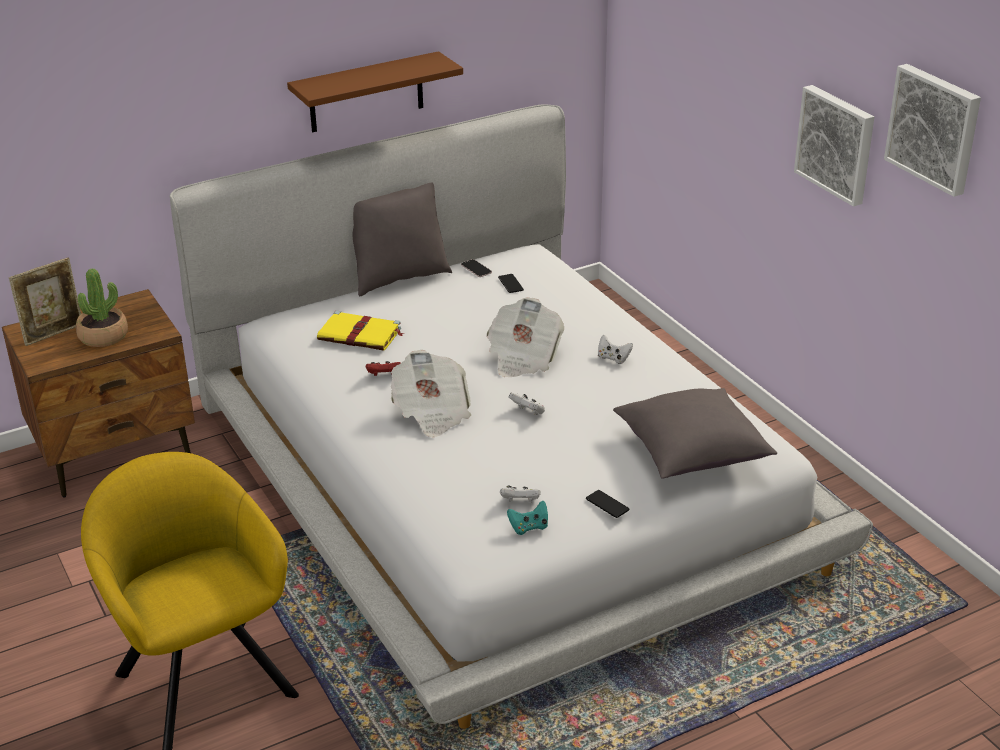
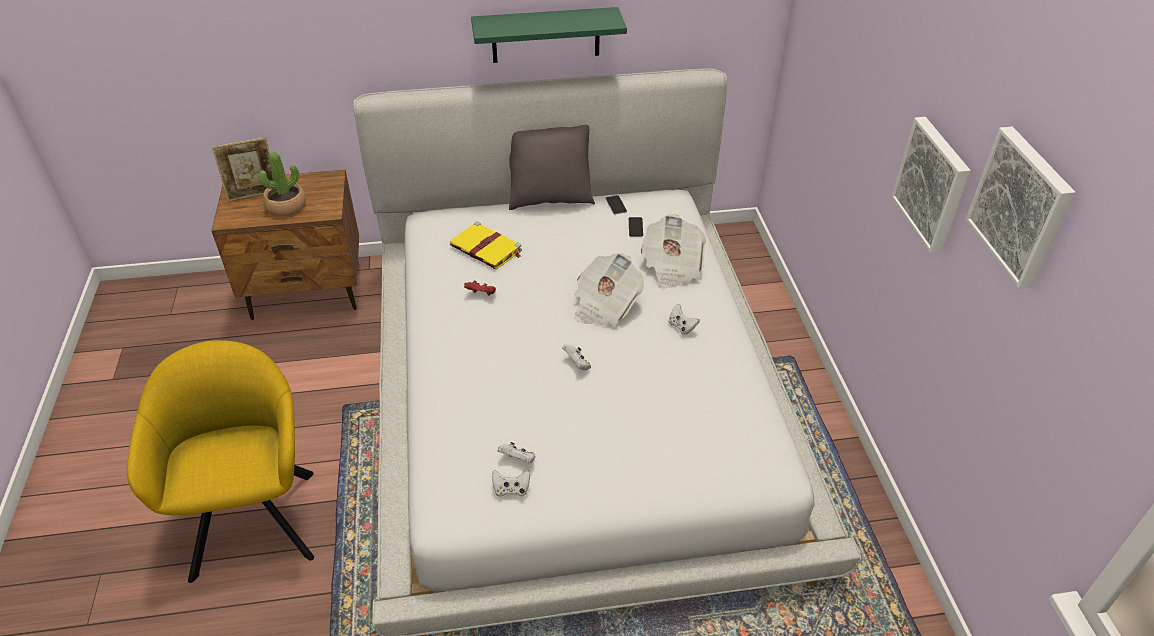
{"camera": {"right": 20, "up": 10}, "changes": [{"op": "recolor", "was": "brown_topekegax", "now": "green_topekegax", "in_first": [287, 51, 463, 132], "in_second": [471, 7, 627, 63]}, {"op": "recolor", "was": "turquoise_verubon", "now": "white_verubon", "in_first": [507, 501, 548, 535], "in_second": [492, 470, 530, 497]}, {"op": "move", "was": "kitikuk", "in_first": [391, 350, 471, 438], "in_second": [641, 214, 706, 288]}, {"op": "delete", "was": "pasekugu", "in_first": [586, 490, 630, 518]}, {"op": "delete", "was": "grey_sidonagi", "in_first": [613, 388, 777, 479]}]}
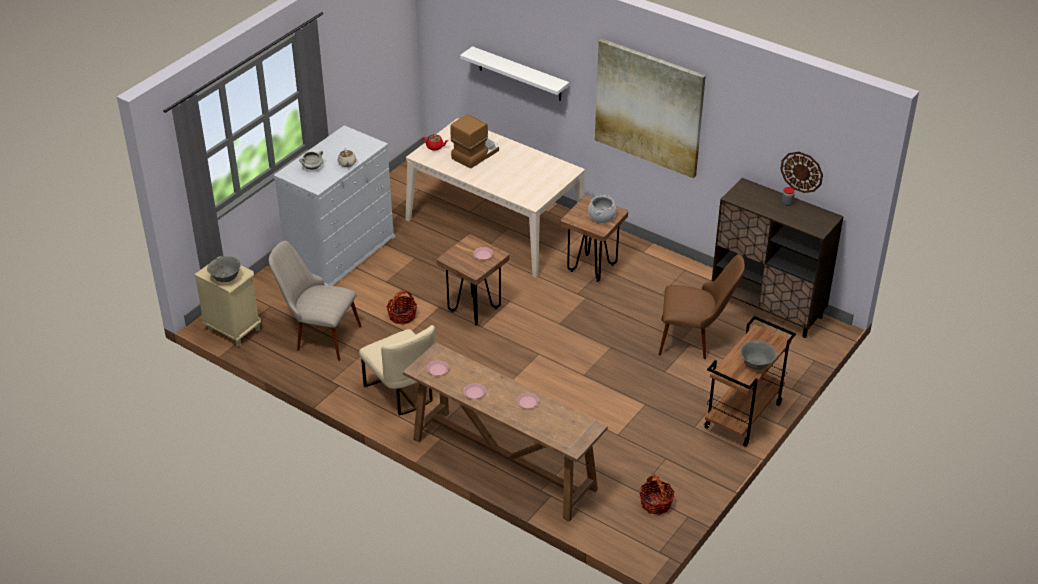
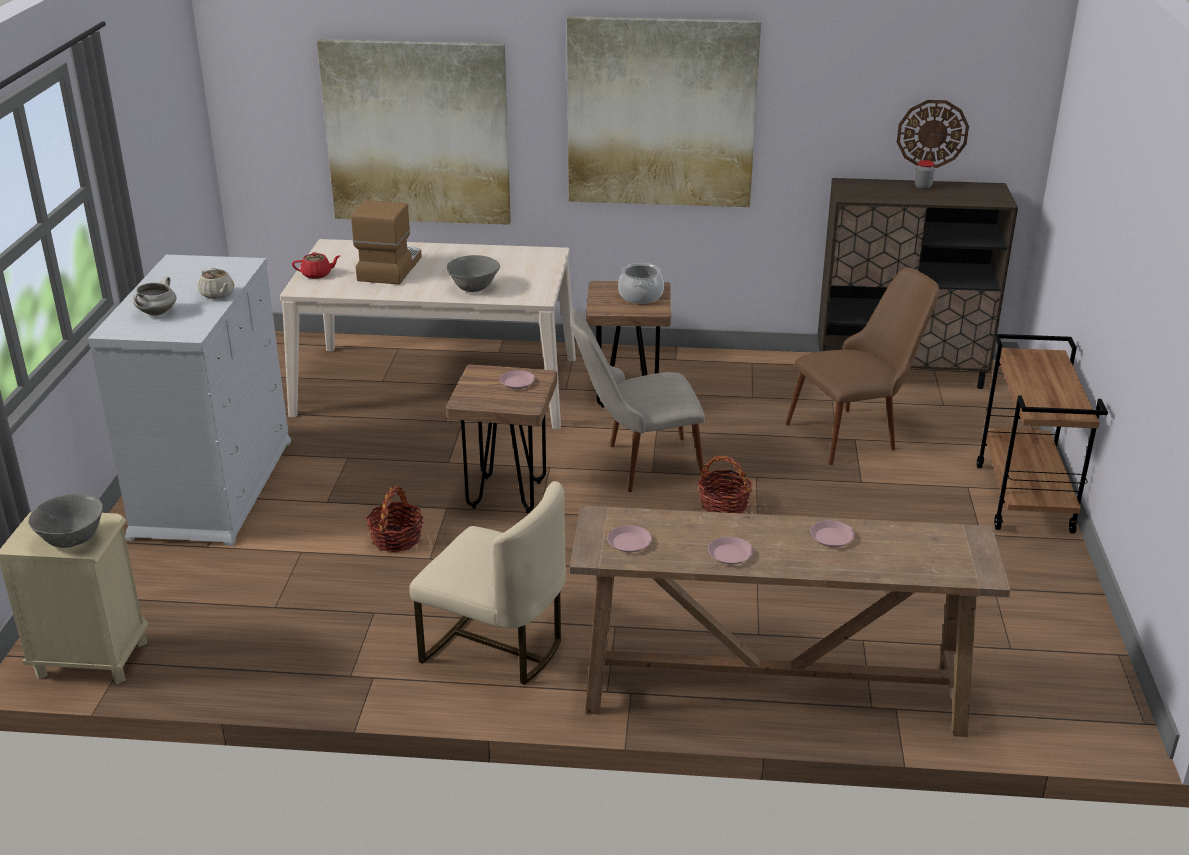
{"camera": {"right": -30, "up": -10}, "changes": [{"op": "replace", "was": "white_topekegax", "now": "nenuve", "in_first": [460, 46, 569, 101], "in_second": [317, 39, 511, 225]}, {"op": "move", "was": "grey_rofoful", "in_first": [740, 340, 777, 370], "in_second": [446, 255, 500, 292]}, {"op": "move", "was": "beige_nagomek", "in_first": [269, 241, 362, 361], "in_second": [570, 309, 705, 492]}, {"op": "move", "was": "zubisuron", "in_first": [640, 474, 675, 515], "in_second": [698, 455, 753, 513]}]}
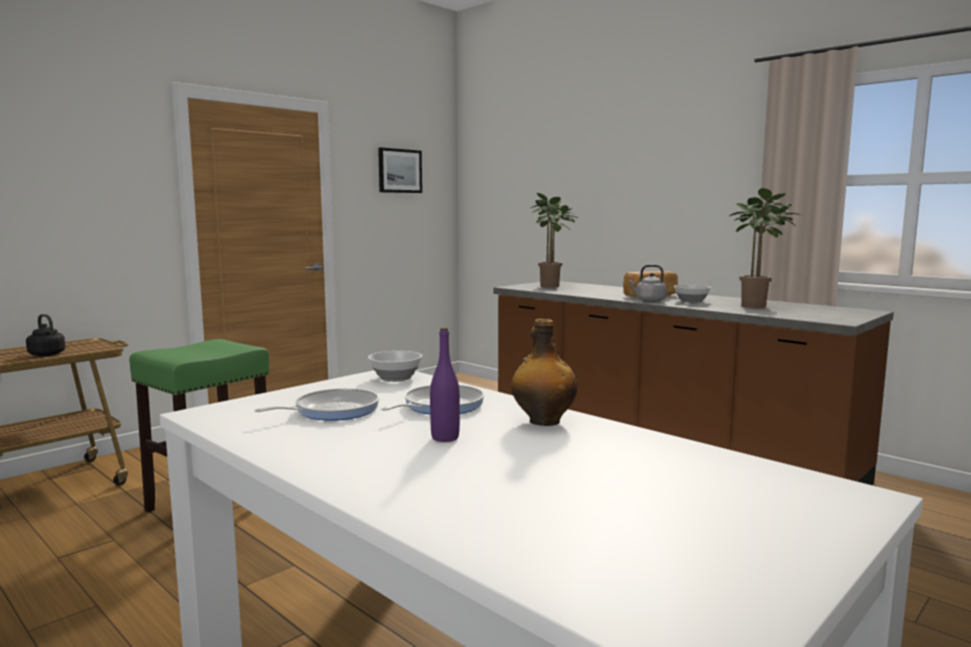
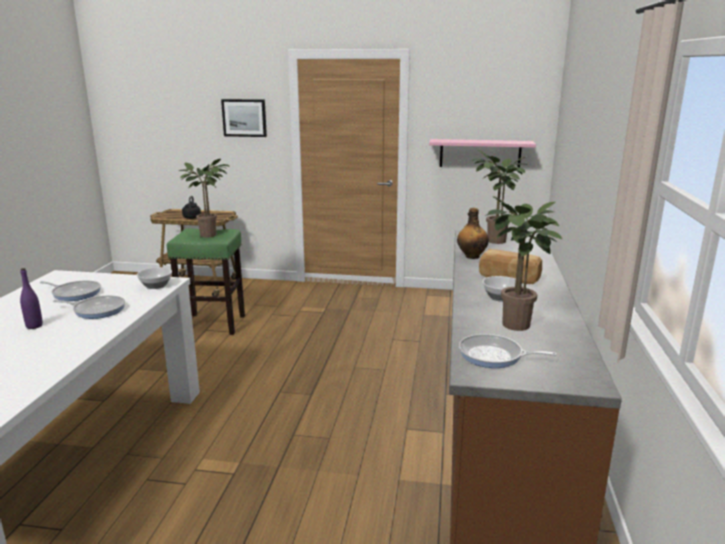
{"camera": {"right": 55, "up": 10}, "changes": [{"op": "insert", "now": "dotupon", "in_second": [179, 159, 229, 237]}, {"op": "move", "was": "nenuve", "in_first": [378, 147, 422, 193], "in_second": [221, 99, 267, 137]}, {"op": "insert", "now": "pink_topekegax", "in_second": [429, 139, 536, 167]}, {"op": "move", "was": "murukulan", "in_first": [511, 319, 578, 426], "in_second": [457, 208, 489, 259]}, {"op": "insert", "now": "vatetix", "in_second": [459, 334, 557, 368]}, {"op": "delete", "was": "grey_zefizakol", "in_first": [629, 265, 666, 302]}]}
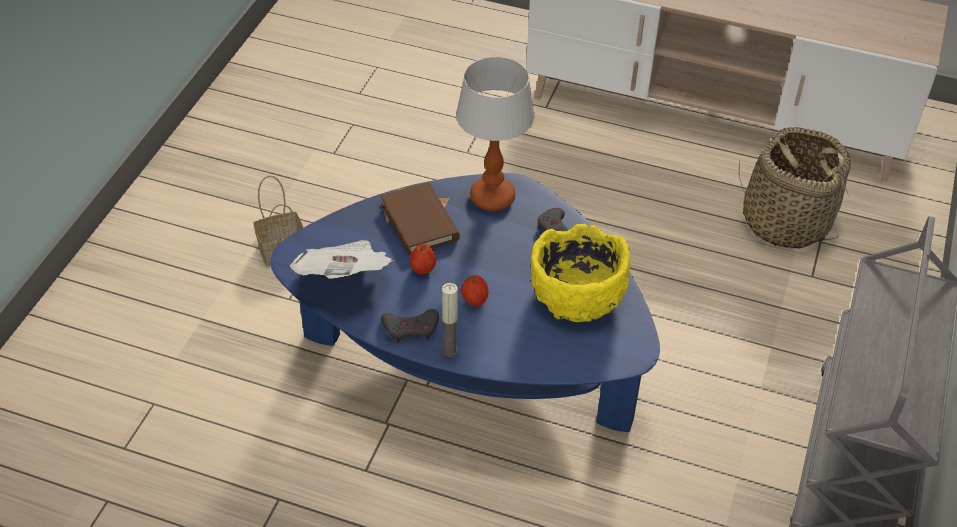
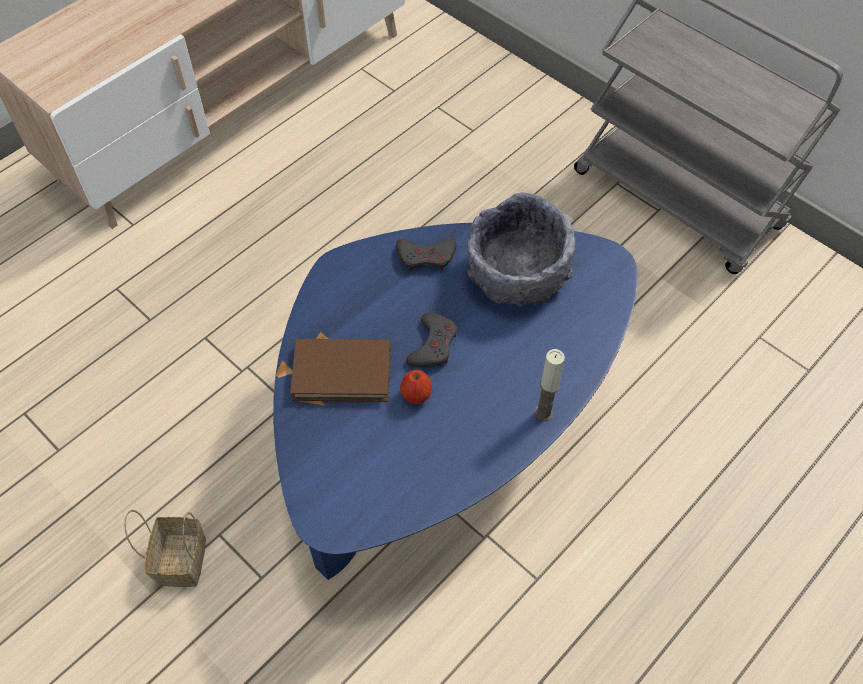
{"camera": {"right": -65, "up": 10}, "changes": [{"op": "move", "was": "grey_verubon", "in_first": [381, 309, 439, 343], "in_second": [406, 313, 457, 367]}, {"op": "recolor", "was": "yellow_rofoful", "now": "grey_rofoful", "in_first": [531, 224, 630, 322], "in_second": [467, 192, 576, 307]}, {"op": "delete", "was": "kitikuk", "in_first": [290, 240, 393, 279]}, {"op": "delete", "was": "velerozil", "in_first": [456, 57, 535, 211]}, {"op": "delete", "was": "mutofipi", "in_first": [461, 275, 488, 306]}, {"op": "delete", "was": "zubisuron", "in_first": [739, 127, 851, 249]}]}
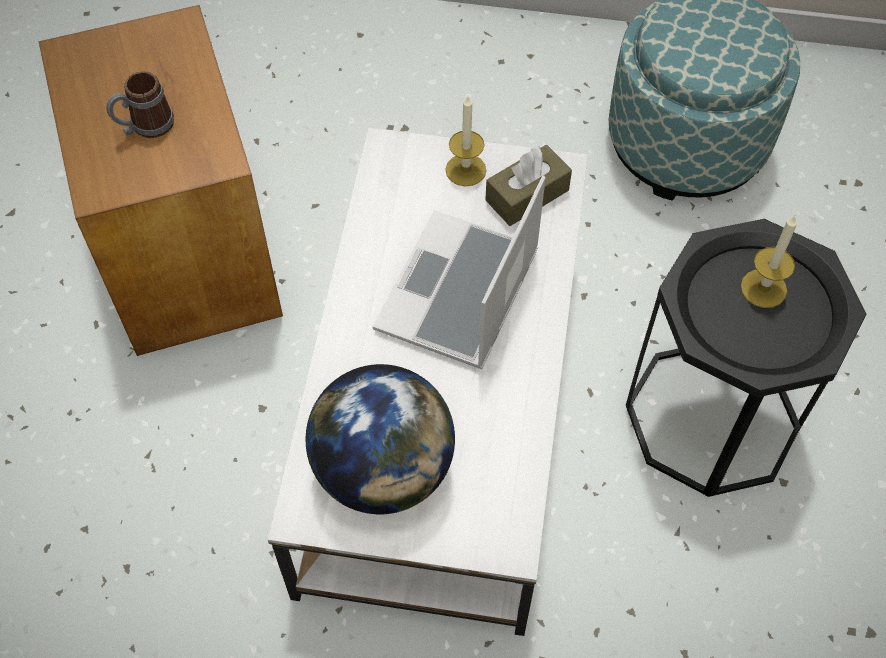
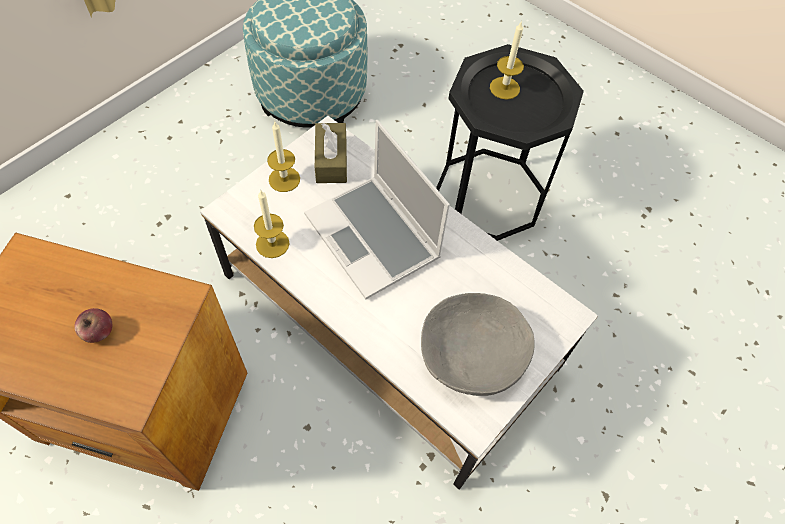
{"camera": {"right": -60, "up": 0}, "changes": [{"op": "replace", "was": "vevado", "now": "mutofipi", "in_first": [106, 71, 174, 138], "in_second": [74, 308, 112, 343]}, {"op": "insert", "now": "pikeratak", "in_second": [254, 189, 290, 258]}, {"op": "replace", "was": "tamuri", "now": "grey_rofoful", "in_first": [305, 364, 455, 514], "in_second": [421, 293, 535, 396]}]}
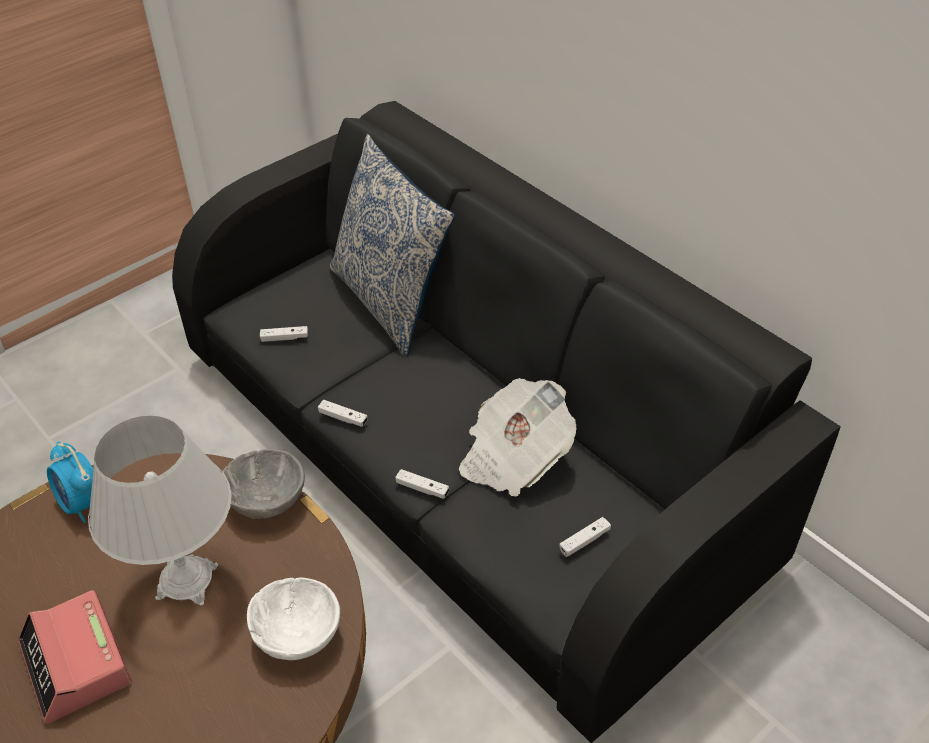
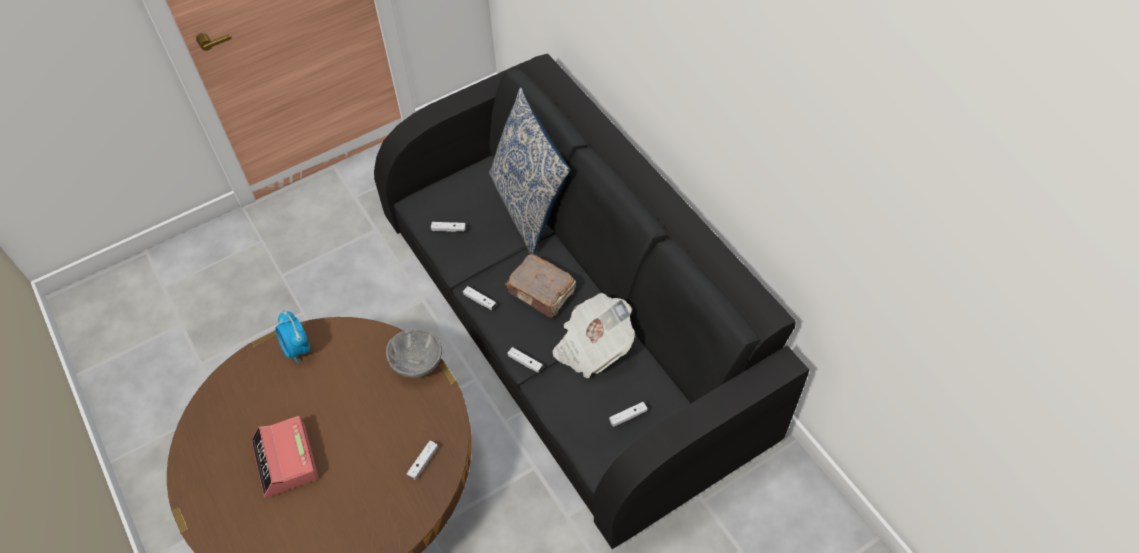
{"camera": {"right": 10, "up": 10}, "changes": [{"op": "replace", "was": "white_rofoful", "now": "white_verubon", "in_first": [247, 578, 340, 660], "in_second": [407, 441, 438, 480]}, {"op": "insert", "now": "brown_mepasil", "in_second": [505, 254, 576, 318]}, {"op": "delete", "was": "white_velerozil", "in_first": [88, 416, 232, 605]}]}
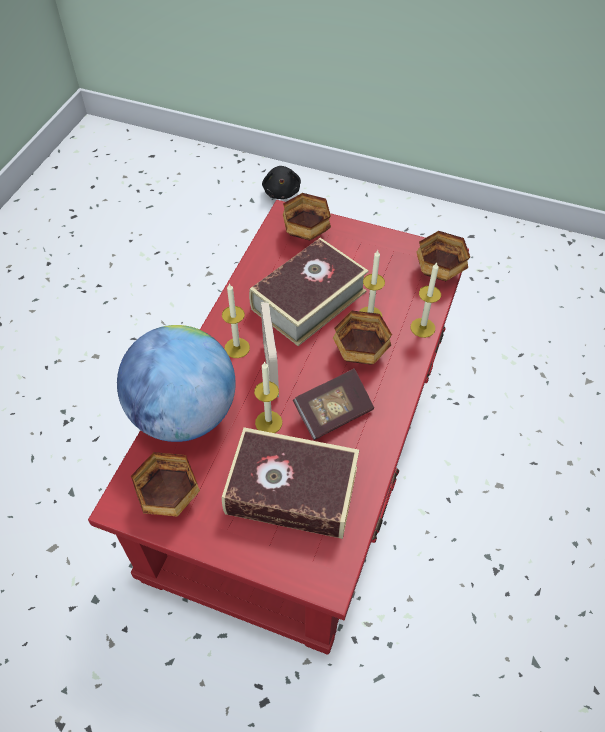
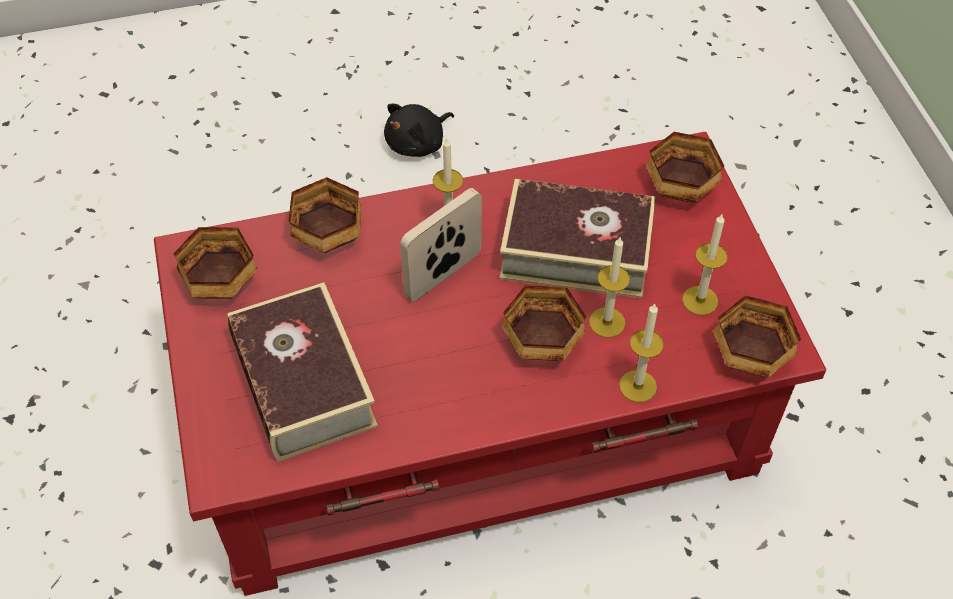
{"camera": {"right": 55, "up": 0}, "changes": [{"op": "replace", "was": "tamuri", "now": "rofoful", "in_first": [117, 325, 236, 442], "in_second": [288, 177, 362, 253]}, {"op": "move", "was": "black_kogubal", "in_first": [262, 166, 301, 199], "in_second": [384, 104, 454, 157]}, {"op": "move", "was": "pikeratak", "in_first": [254, 361, 282, 433], "in_second": [682, 214, 728, 315]}, {"op": "delete", "was": "mepasil", "in_first": [293, 369, 374, 440]}]}
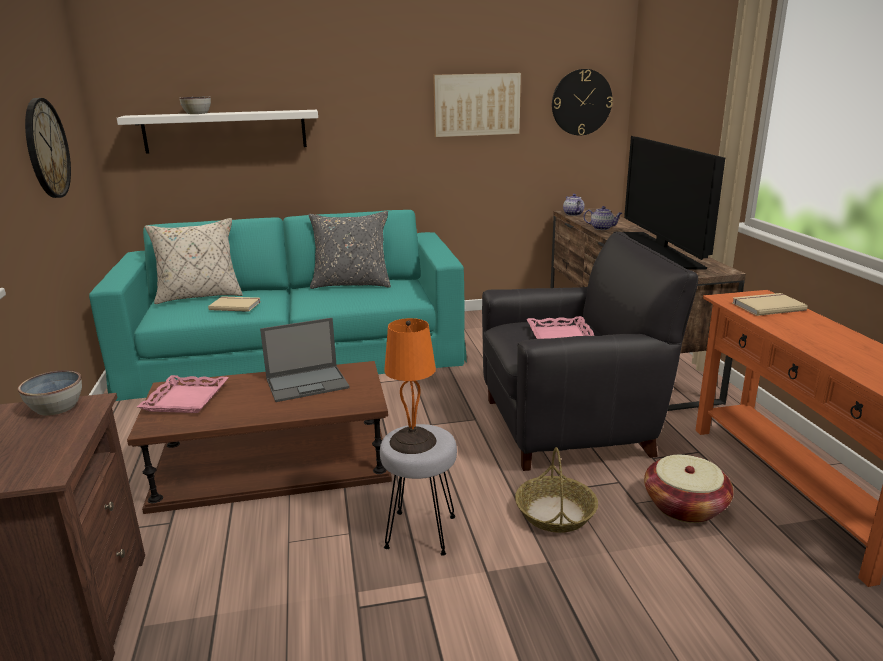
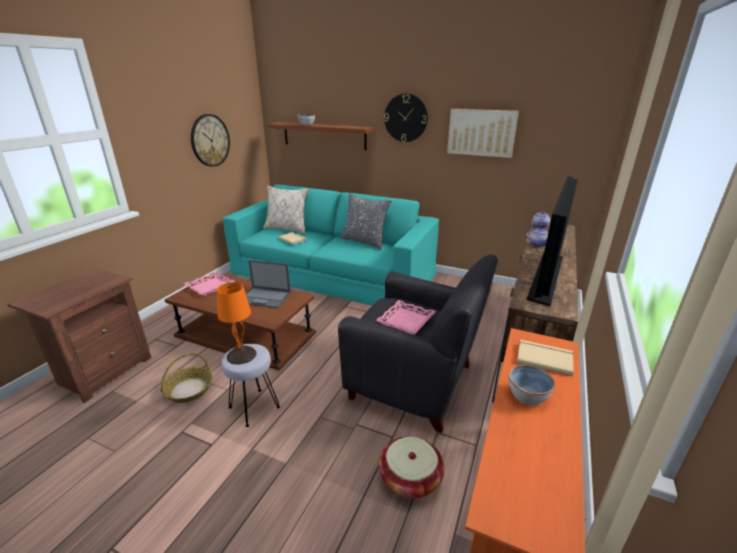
{"camera": {"right": 35, "up": 5}, "changes": [{"op": "move", "was": "zubisuron", "in_first": [515, 447, 598, 533], "in_second": [160, 353, 213, 403]}, {"op": "recolor", "was": "white_topekegax", "now": "brown_topekegax", "in_first": [117, 110, 318, 154], "in_second": [267, 122, 374, 150]}, {"op": "move", "was": "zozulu", "in_first": [552, 69, 613, 135], "in_second": [384, 93, 428, 142]}, {"op": "move", "was": "rofoful", "in_first": [18, 370, 82, 416], "in_second": [509, 365, 555, 405]}]}
